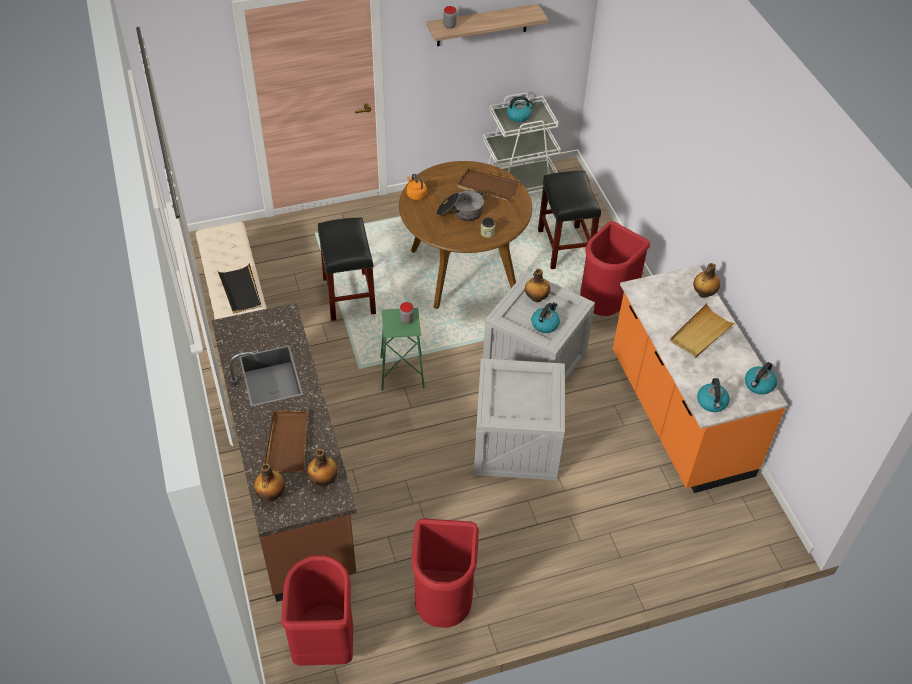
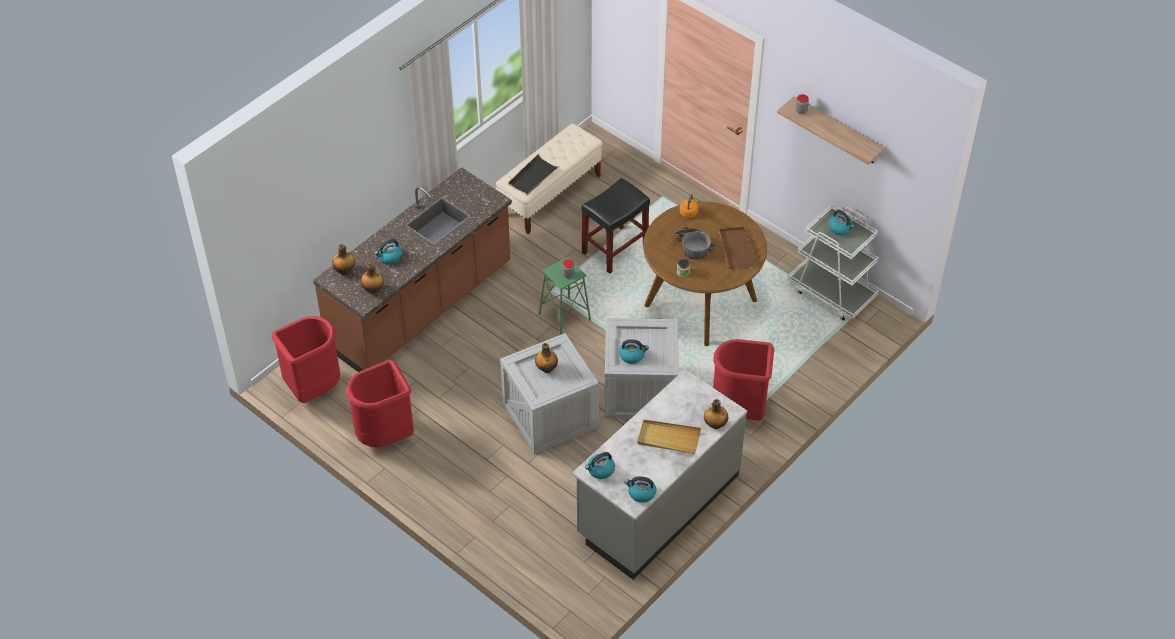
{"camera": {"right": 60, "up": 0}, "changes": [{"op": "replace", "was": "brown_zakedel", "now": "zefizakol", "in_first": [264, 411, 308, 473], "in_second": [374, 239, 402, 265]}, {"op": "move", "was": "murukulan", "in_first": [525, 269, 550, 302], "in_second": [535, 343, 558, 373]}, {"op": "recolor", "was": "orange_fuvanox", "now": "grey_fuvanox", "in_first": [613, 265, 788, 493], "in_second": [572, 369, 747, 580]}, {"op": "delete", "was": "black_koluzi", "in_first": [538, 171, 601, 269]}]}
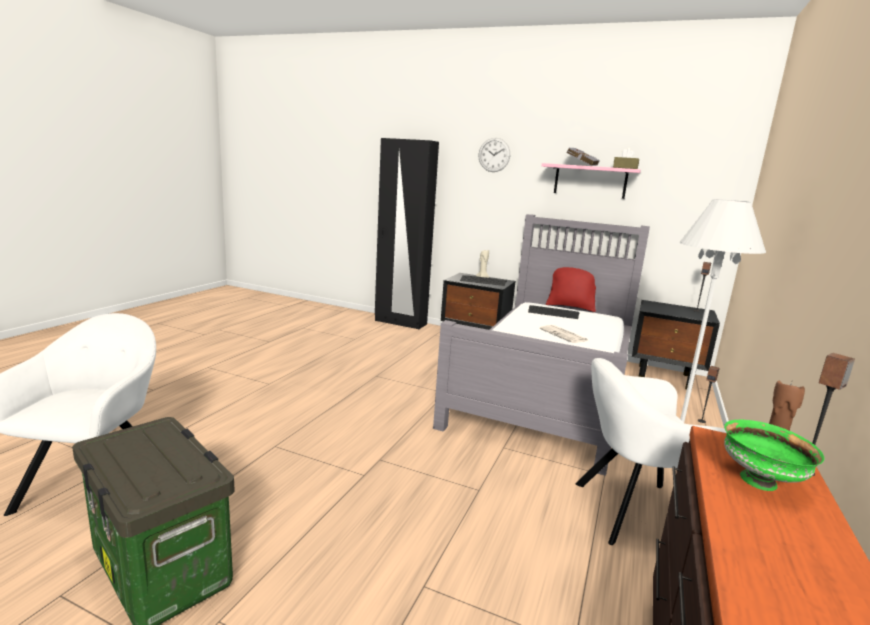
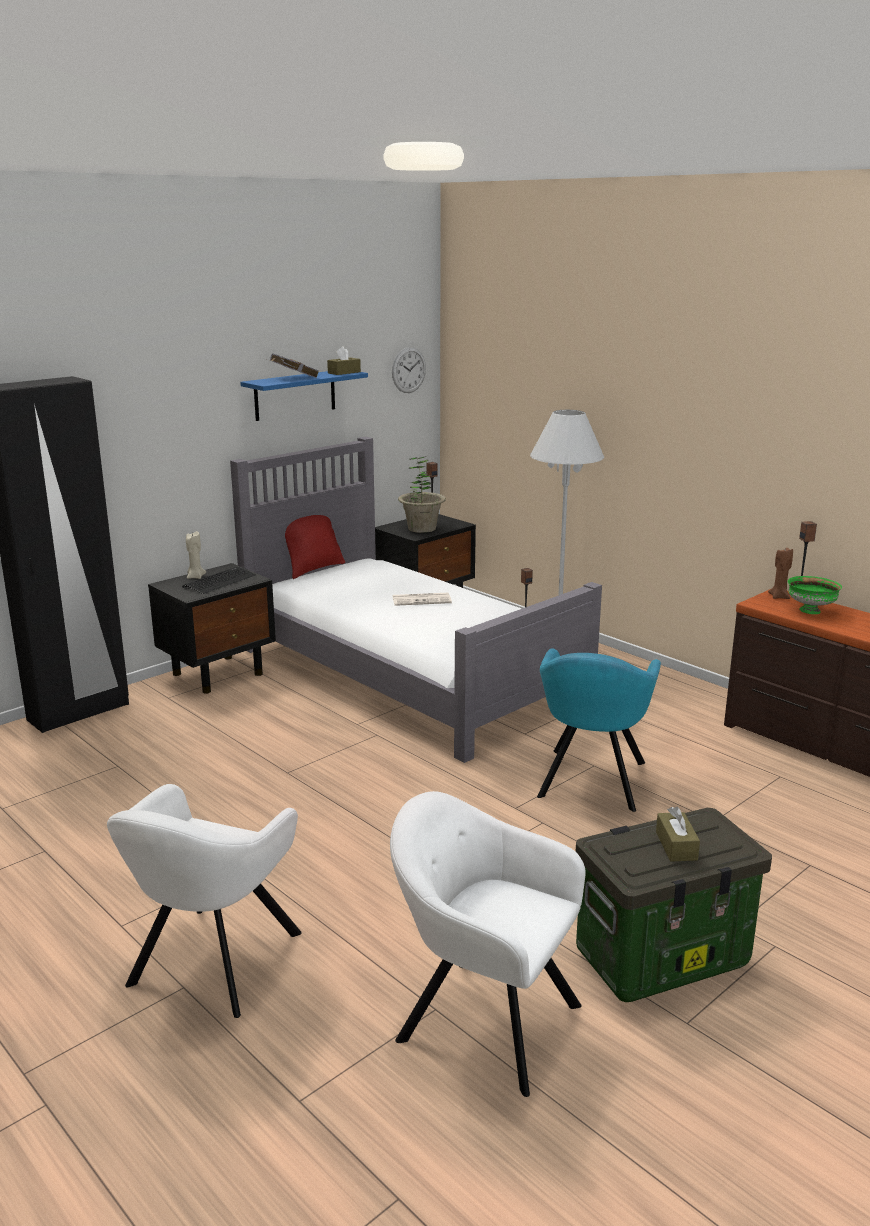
{"camera": {"right": -65, "up": 5}, "changes": [{"op": "move", "was": "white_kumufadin", "in_first": [576, 358, 727, 545], "in_second": [107, 784, 302, 1018]}, {"op": "recolor", "was": "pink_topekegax", "now": "blue_topekegax", "in_first": [542, 163, 641, 199], "in_second": [240, 371, 368, 421]}, {"op": "move", "was": "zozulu", "in_first": [479, 138, 510, 172], "in_second": [392, 347, 426, 393]}, {"op": "insert", "now": "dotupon", "in_second": [398, 456, 446, 533]}, {"op": "insert", "now": "turquoise_kumufadin", "in_second": [537, 648, 661, 812]}, {"op": "insert", "now": "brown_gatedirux", "in_second": [656, 807, 700, 862]}, {"op": "delete", "was": "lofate", "in_first": [528, 305, 579, 319]}]}
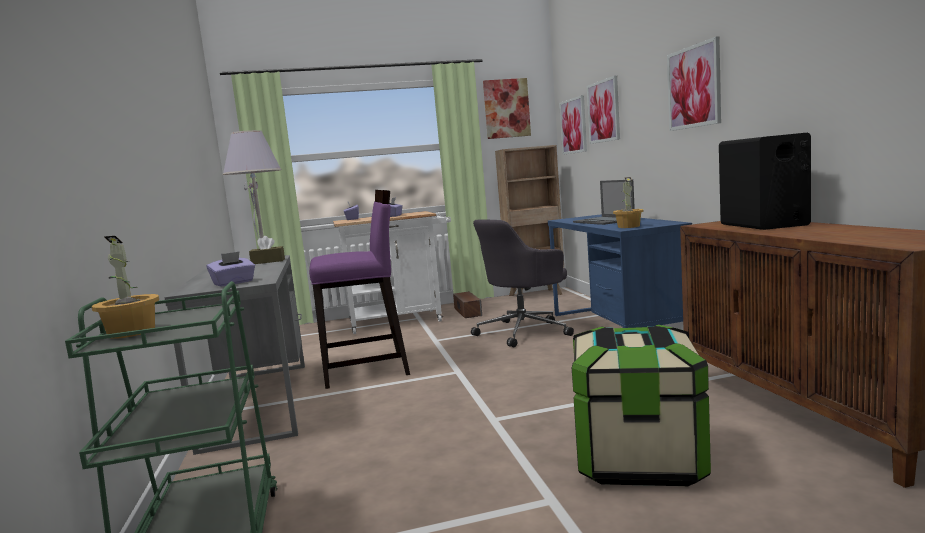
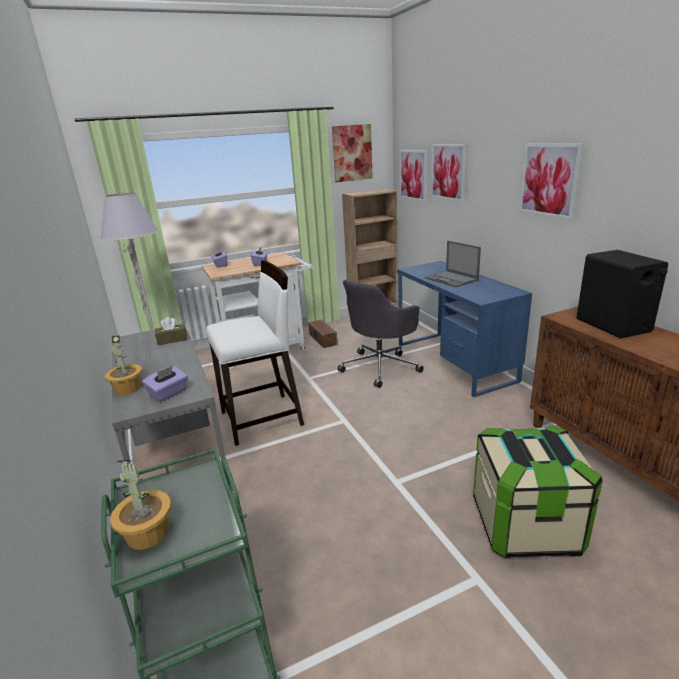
{"camera": {"right": -10, "up": 15}, "changes": [{"op": "move", "was": "dotupon", "in_first": [613, 177, 644, 228], "in_second": [105, 335, 142, 395]}, {"op": "recolor", "was": "purple_koluzi", "now": "white_koluzi", "in_first": [309, 190, 410, 389], "in_second": [206, 260, 304, 446]}]}
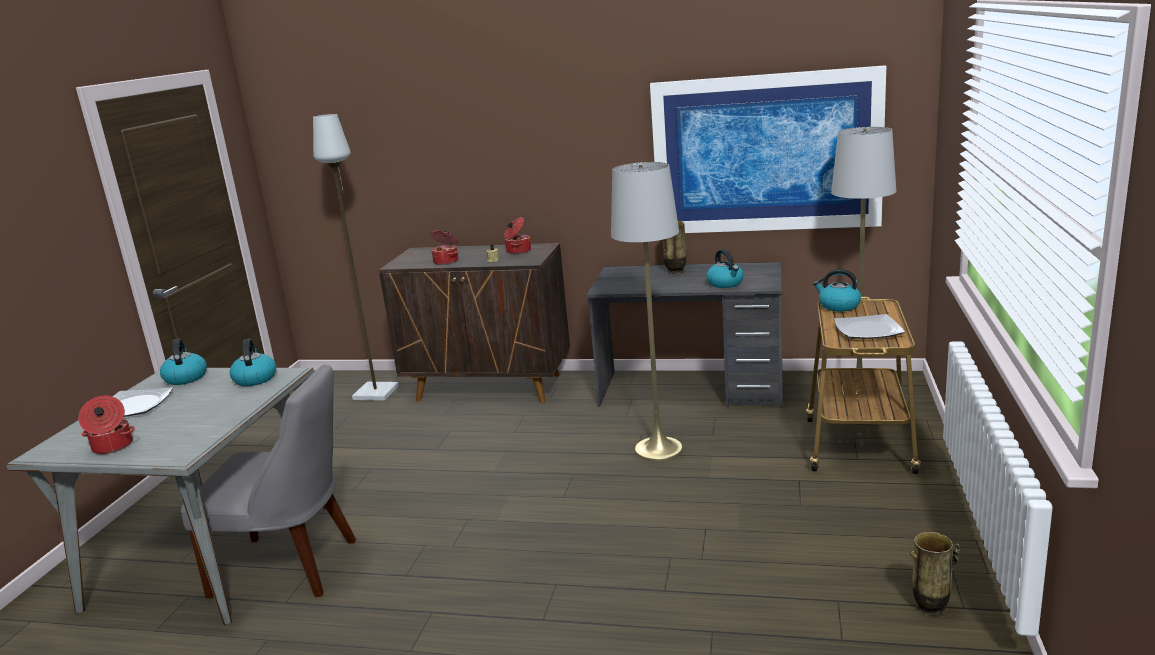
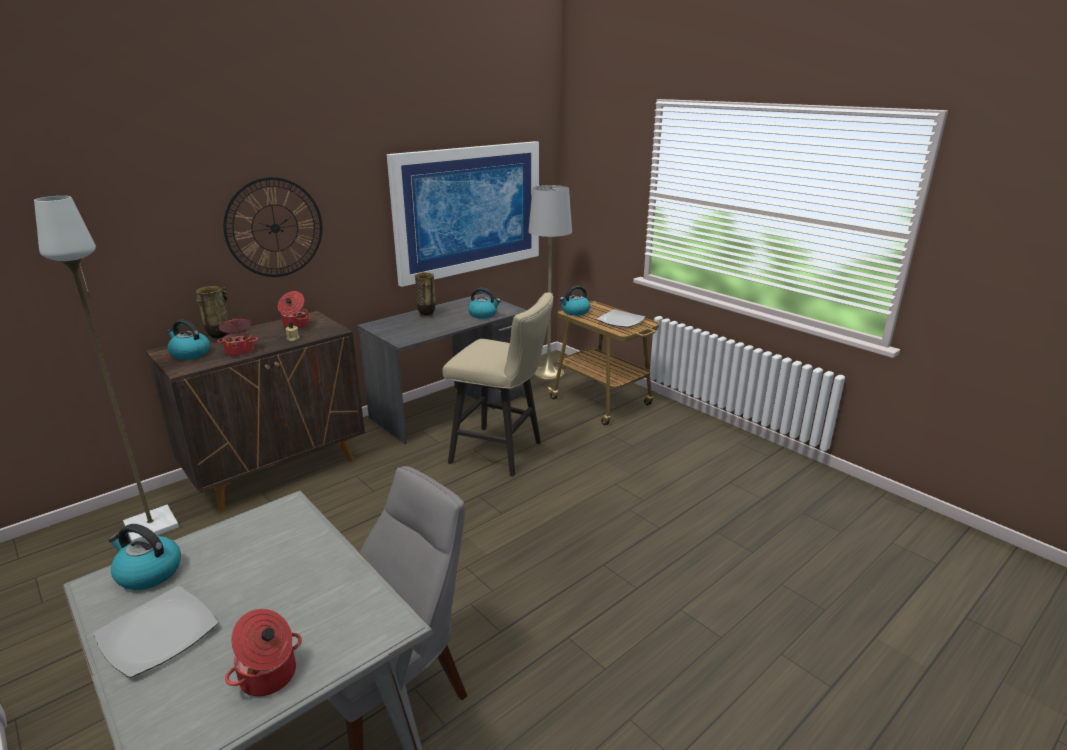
{"camera": {"right": -55, "up": 5}, "changes": [{"op": "move", "was": "zefizakol", "in_first": [230, 339, 276, 386], "in_second": [167, 320, 210, 360]}, {"op": "move", "was": "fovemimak", "in_first": [910, 532, 961, 616], "in_second": [196, 286, 229, 341]}, {"op": "insert", "now": "zozulu", "in_second": [223, 177, 322, 277]}, {"op": "replace", "was": "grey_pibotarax", "now": "beige_koluzi", "in_first": [611, 162, 683, 462], "in_second": [442, 293, 554, 477]}]}
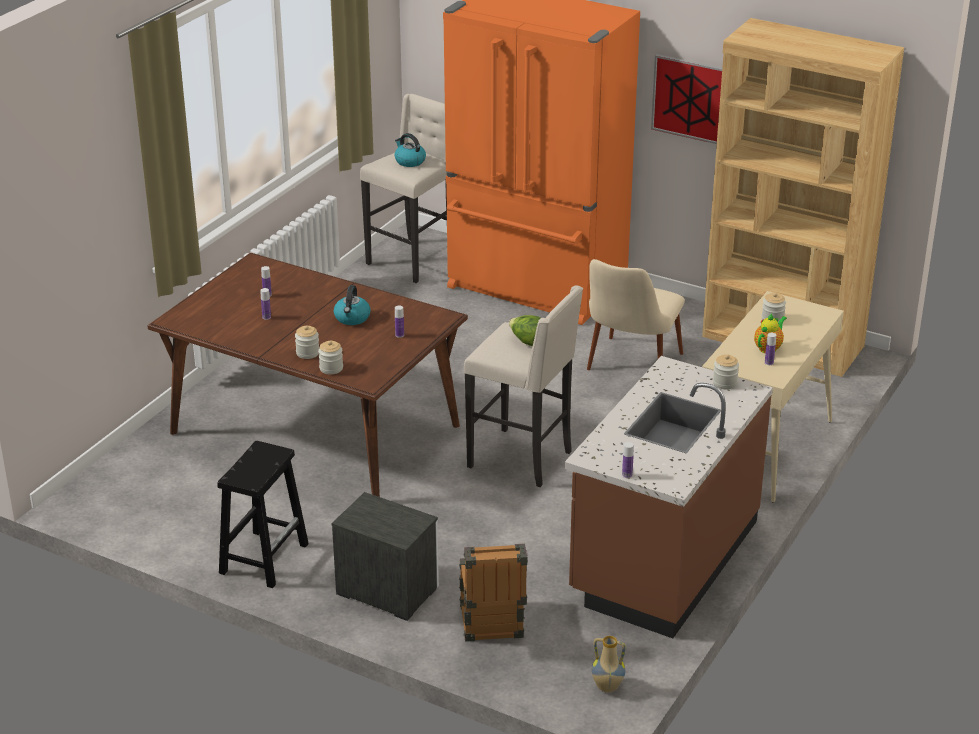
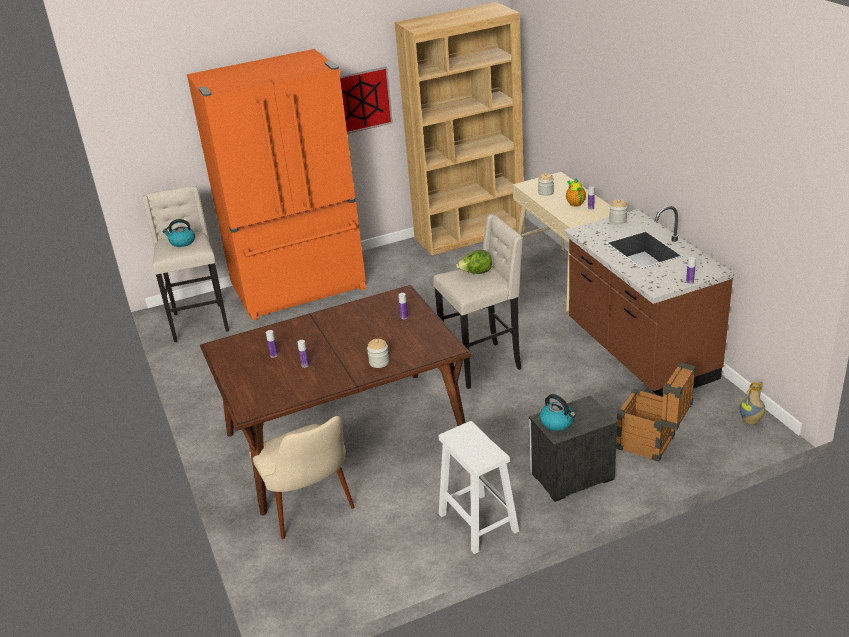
{"camera": {"right": -50, "up": 0}, "changes": [{"op": "move", "was": "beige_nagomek", "in_first": [587, 259, 685, 370], "in_second": [249, 416, 355, 539]}, {"op": "recolor", "was": "black_koluzi", "now": "white_koluzi", "in_first": [217, 441, 309, 588], "in_second": [439, 421, 519, 554]}, {"op": "move", "was": "zefizakol", "in_first": [334, 285, 371, 325], "in_second": [540, 394, 576, 431]}, {"op": "delete", "was": "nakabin", "in_first": [318, 341, 343, 374]}]}
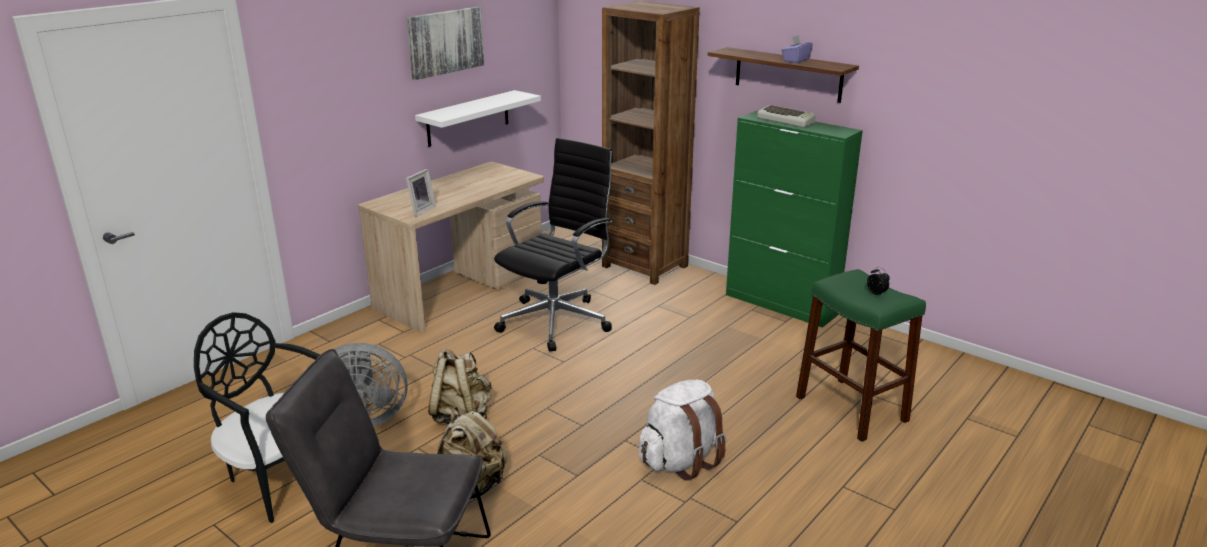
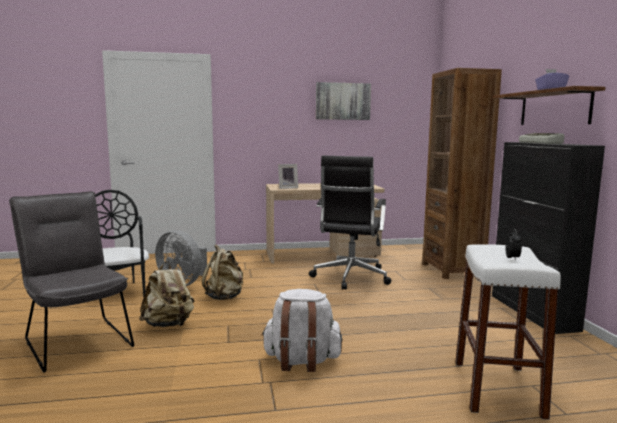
{"camera": {"right": 40, "up": -15}, "changes": [{"op": "rotate", "was": "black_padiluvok", "in_first": [494, 138, 613, 352], "in_second": [309, 156, 391, 290], "clockwise": 120}, {"op": "recolor", "was": "green_koluzi", "now": "white_koluzi", "in_first": [796, 269, 926, 442], "in_second": [455, 244, 561, 420]}, {"op": "recolor", "was": "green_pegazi", "now": "black_pegazi", "in_first": [726, 111, 863, 328], "in_second": [492, 142, 605, 334]}, {"op": "delete", "was": "white_topekegax", "in_first": [415, 90, 541, 147]}]}
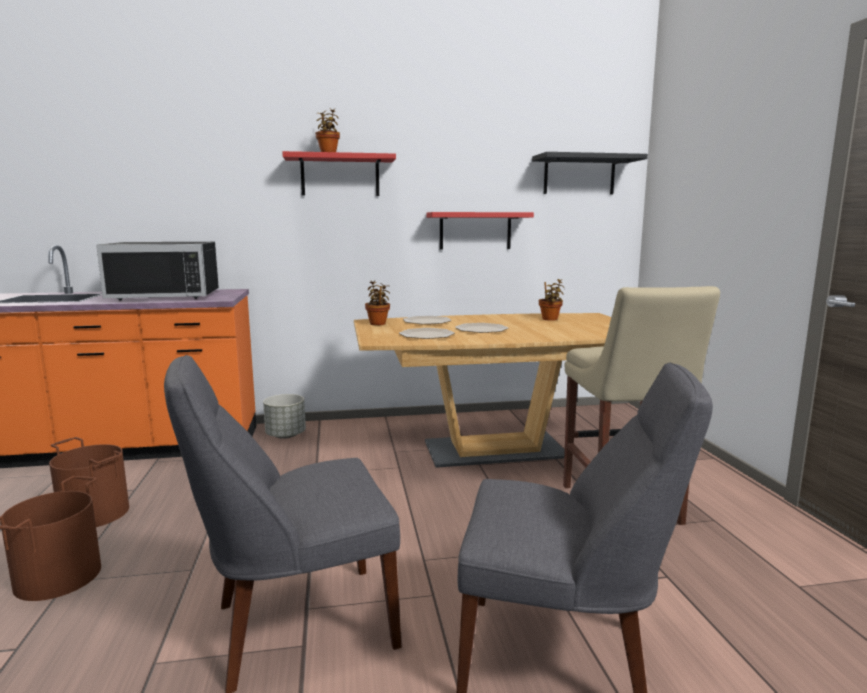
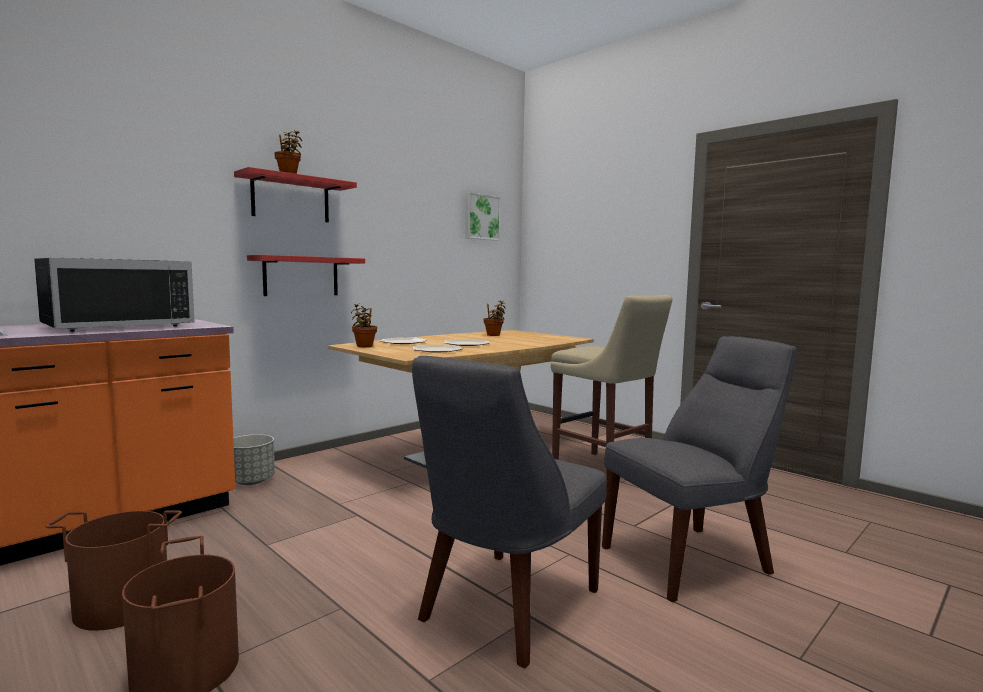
{"camera": {"right": -35, "up": -5}, "changes": [{"op": "move", "was": "red_topekegax", "in_first": [426, 212, 534, 250], "in_second": [247, 255, 365, 296]}, {"op": "replace", "was": "black_topekegax", "now": "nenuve", "in_first": [532, 152, 648, 194], "in_second": [465, 192, 501, 241]}]}
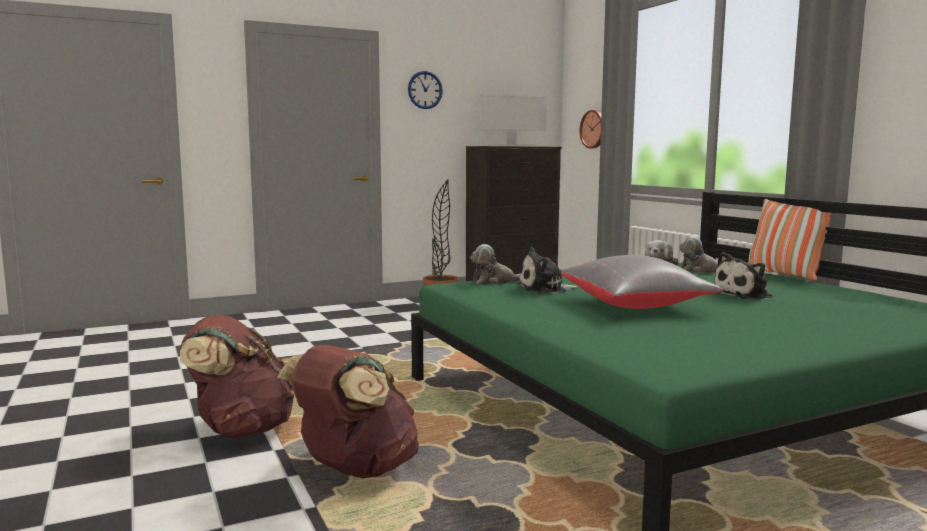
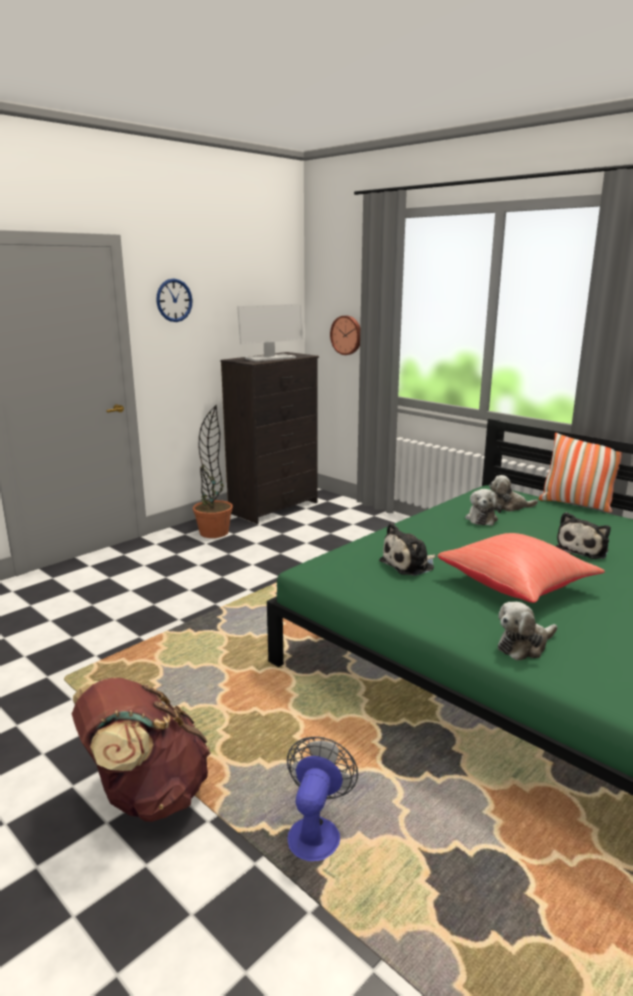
{"camera": {"right": -20, "up": 10}, "changes": [{"op": "replace", "was": "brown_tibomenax", "now": "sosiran", "in_first": [277, 345, 419, 478], "in_second": [287, 737, 358, 861]}, {"op": "recolor", "was": "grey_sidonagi", "now": "red_sidonagi", "in_first": [561, 255, 723, 309], "in_second": [438, 533, 605, 603]}, {"op": "move", "was": "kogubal", "in_first": [470, 244, 521, 285], "in_second": [498, 602, 557, 661]}]}
